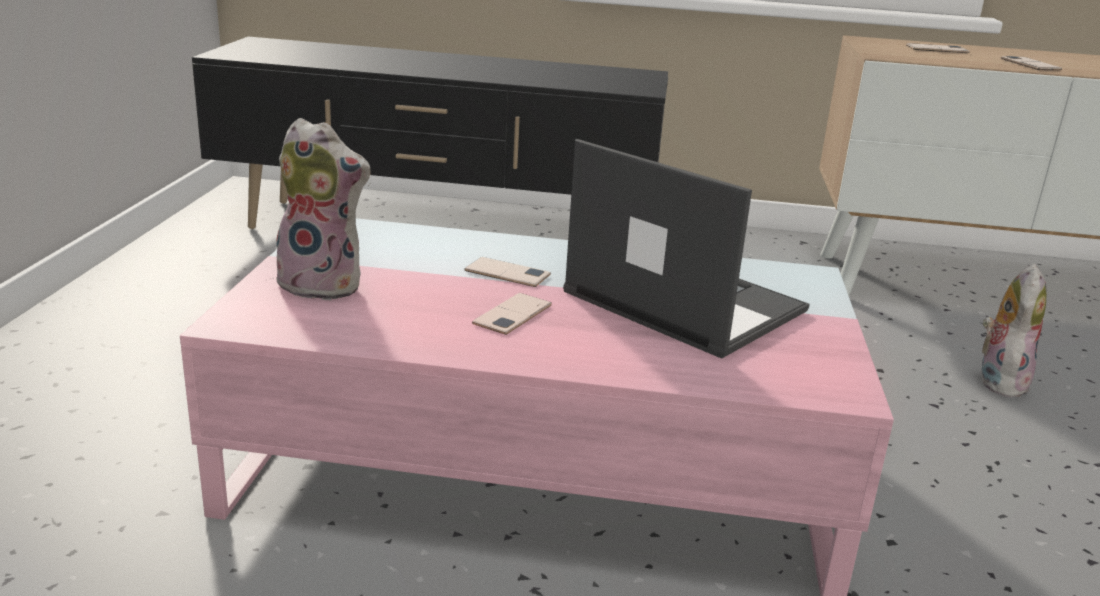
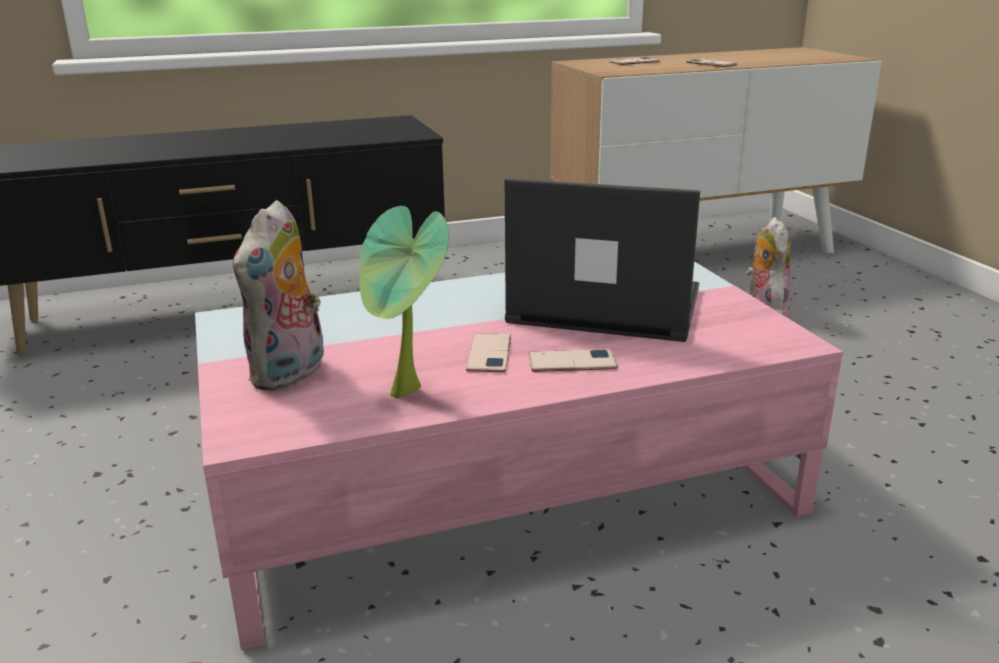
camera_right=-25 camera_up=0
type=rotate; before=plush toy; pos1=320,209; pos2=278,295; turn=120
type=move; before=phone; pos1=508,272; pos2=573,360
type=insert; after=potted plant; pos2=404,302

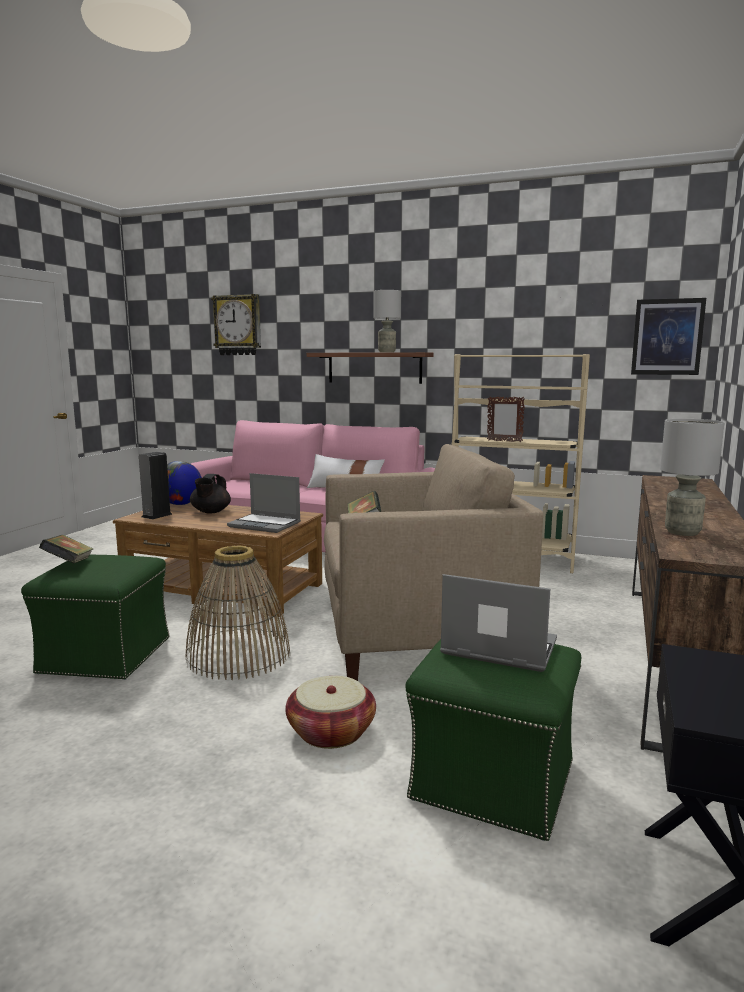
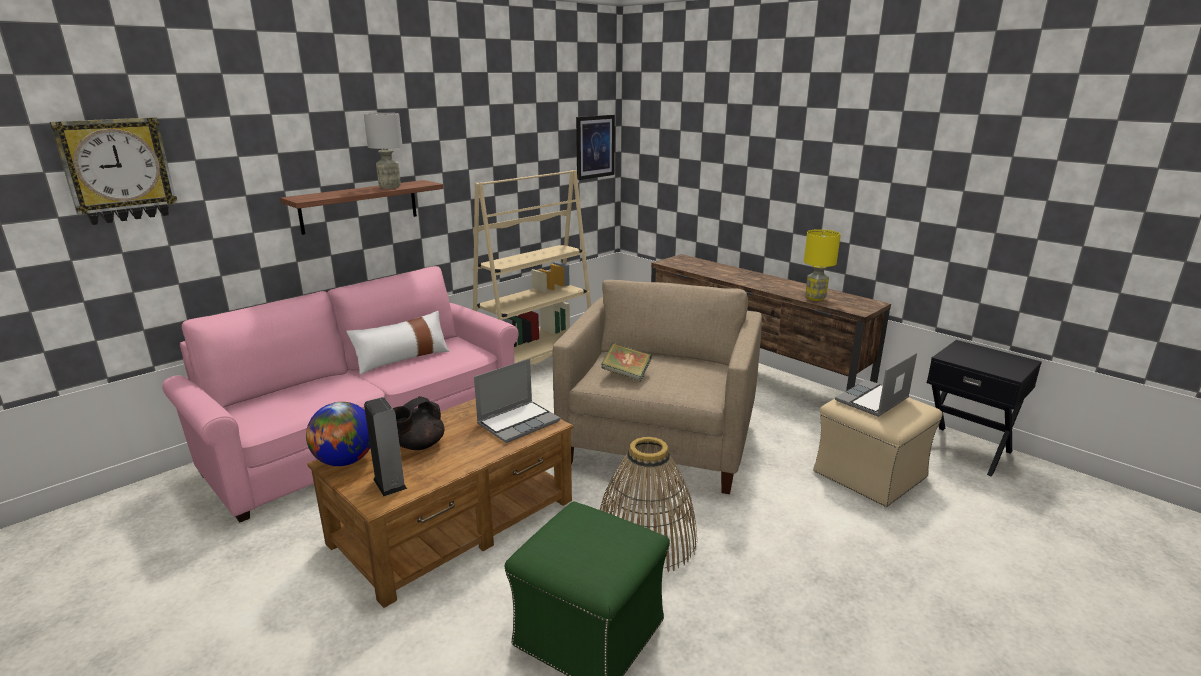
camera_right=-65 camera_up=10
type=delete; before=book; pos1=66,549
type=rotate; before=black teapot; pos1=210,493; pos2=418,423; turn=90
type=delete; before=basket; pos1=330,712
type=recolor; before=green ottoman; after=beige ottoman; pos1=493,740; pos2=877,452
type=delete; before=picture frame; pos1=506,419
type=recolor; before=grey table lamp; after=yellow table lamp; pos1=692,477; pos2=822,265

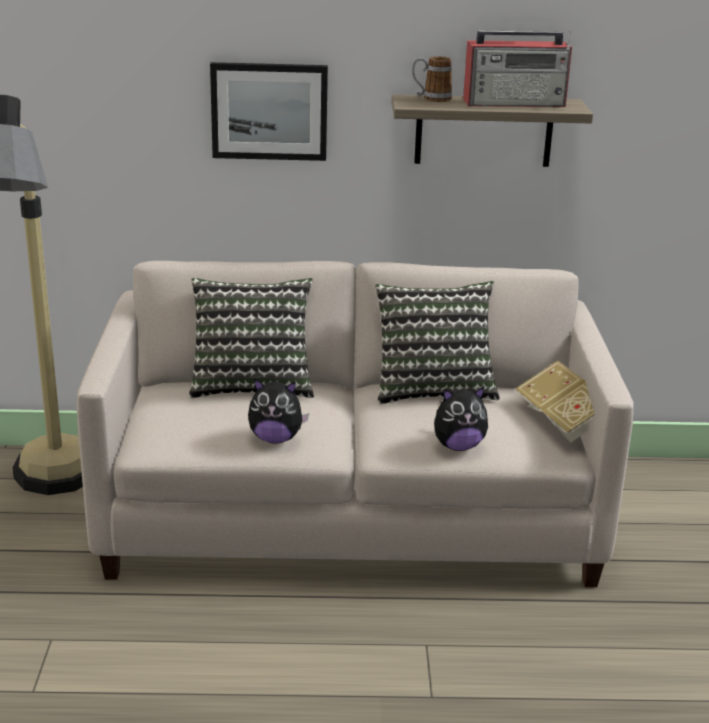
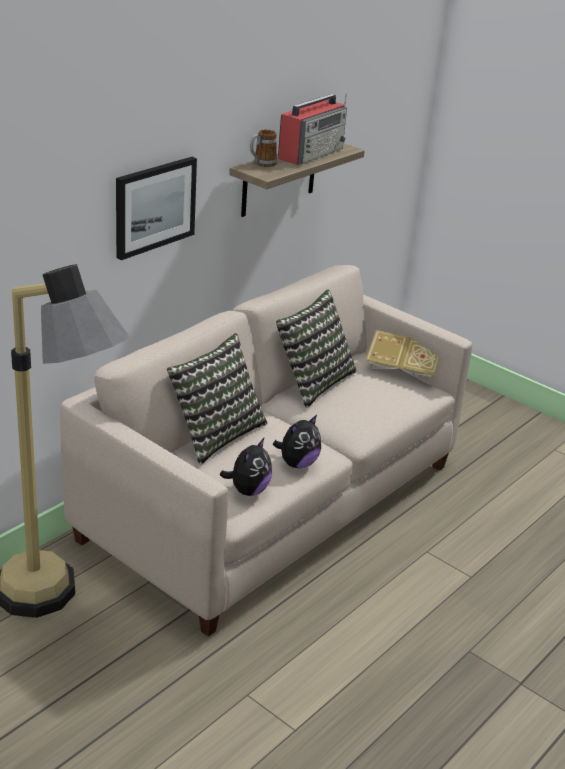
camera_right=-50 camera_up=5
type=move; before=plush toy; pos1=461,419; pos2=246,467

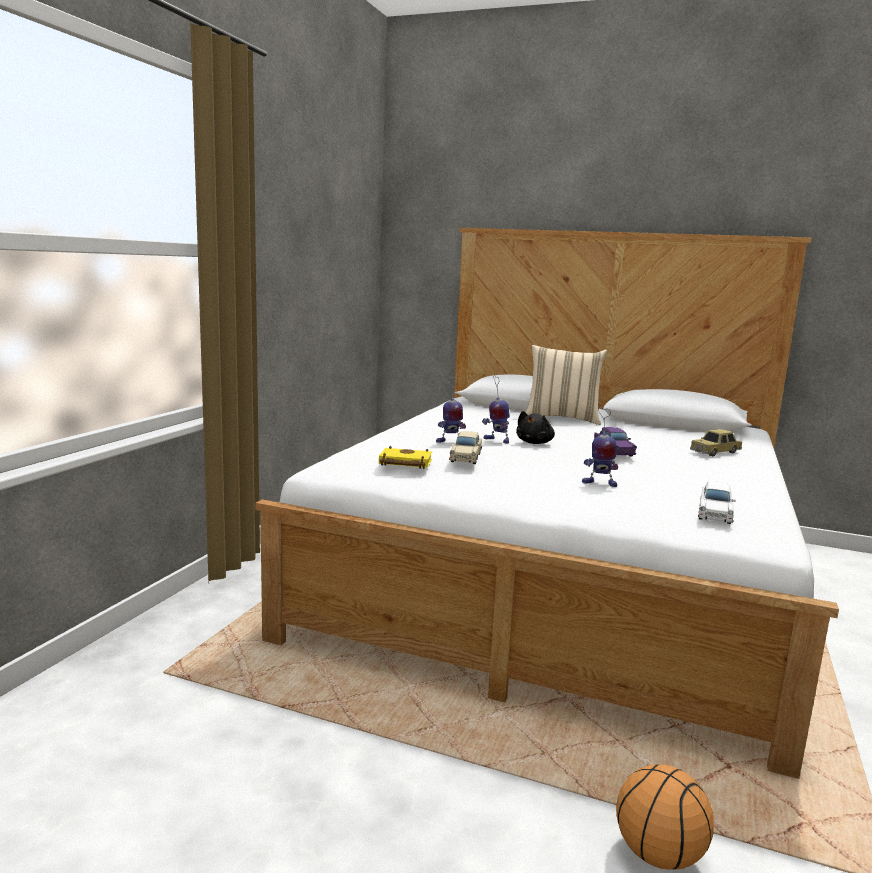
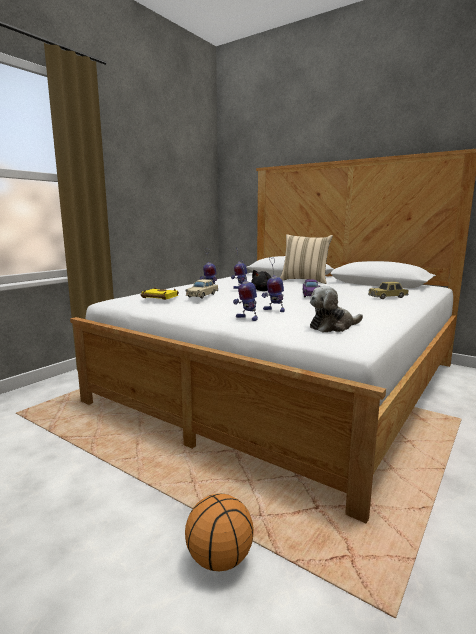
camera_right=15 camera_up=0
type=replace; before=white toy car; after=plush toy; pos1=716,502; pos2=336,309
type=insert; after=toy robot; pos2=245,290

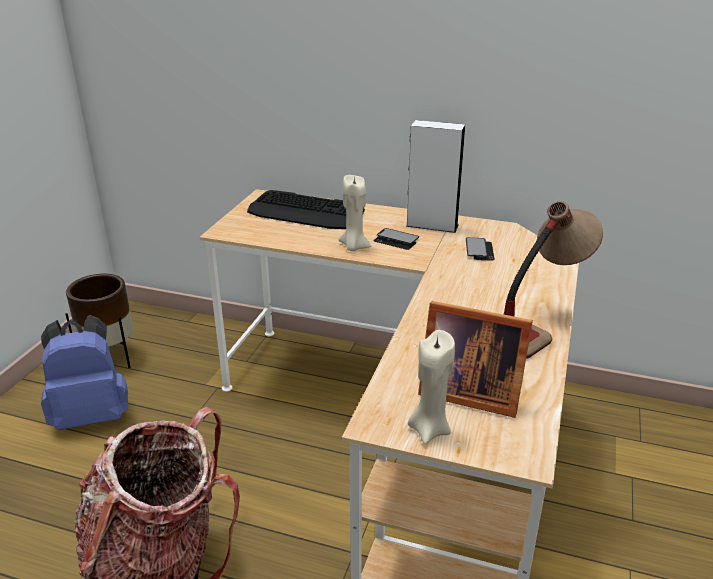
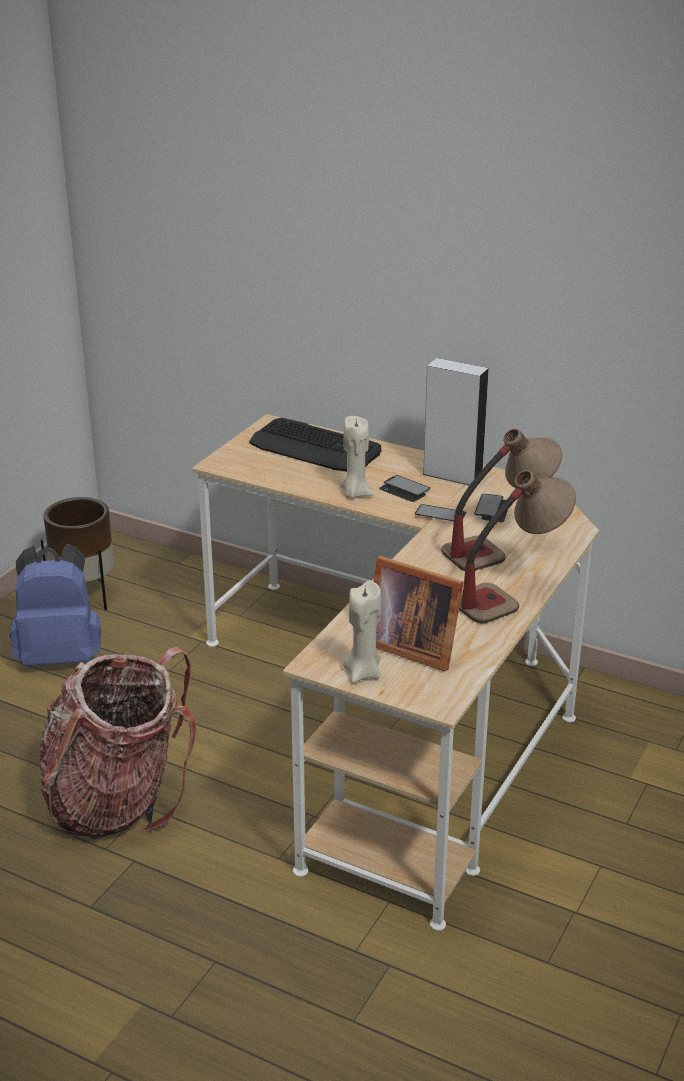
camera_right=10 camera_up=0
type=insert; after=phone; pos2=440,512
type=insert; after=table lamp; pos2=501,500

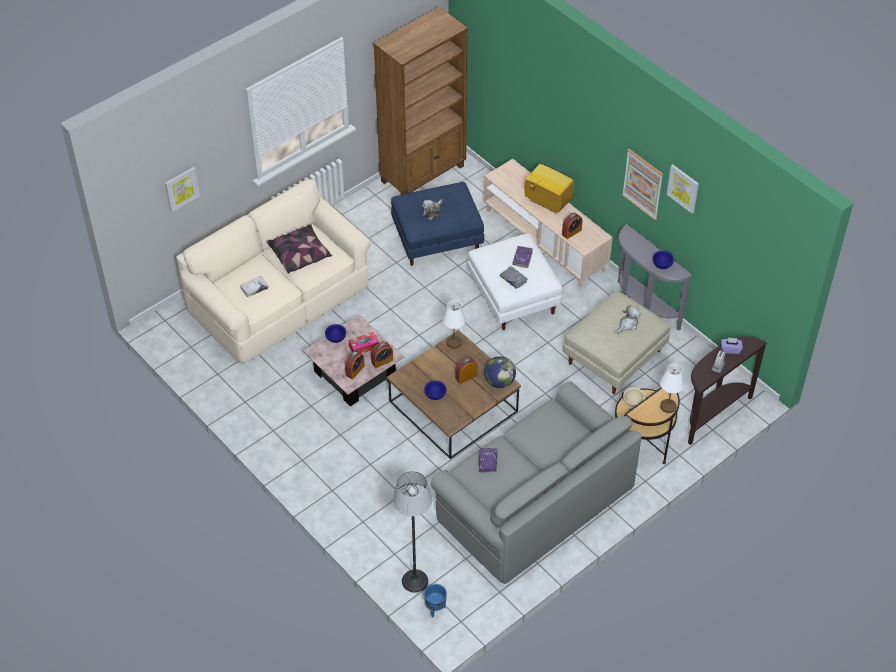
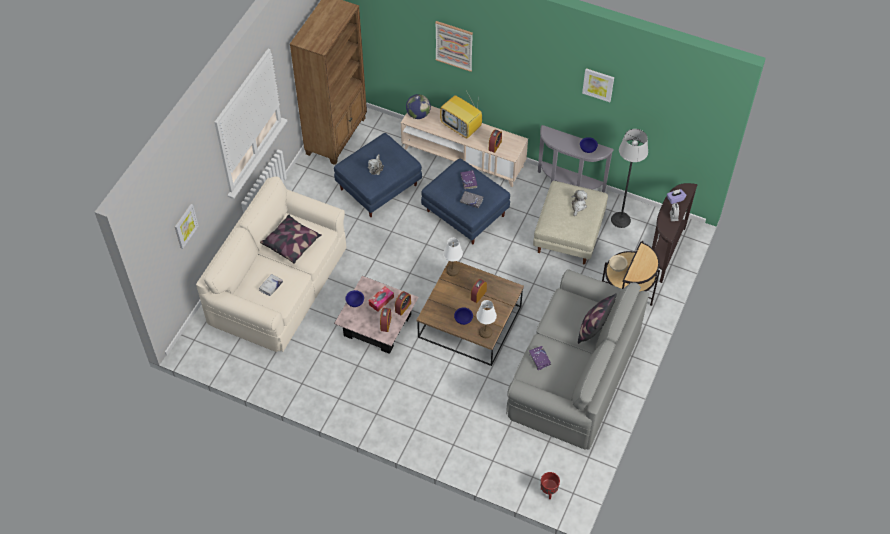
camera_right=-25 camera_up=5
type=move; before=floor lamp; pos1=412,532; pos2=629,178
type=recolor; before=blue planter; after=red planter; pos1=435,601; pos2=550,485
type=recolor; before=white ottoman; after=blue ottoman; pos1=515,282; pos2=465,201
type=move; before=globe; pos1=500,372; pos2=418,106
type=rotate; before=television; pos1=549,188; pos2=461,115; turn=-150
type=move; before=picture; pos1=642,184; pos2=454,46
type=move; before=white table lamp; pos1=672,388; pos2=486,319
type=insert; after=pillow; pos2=597,318

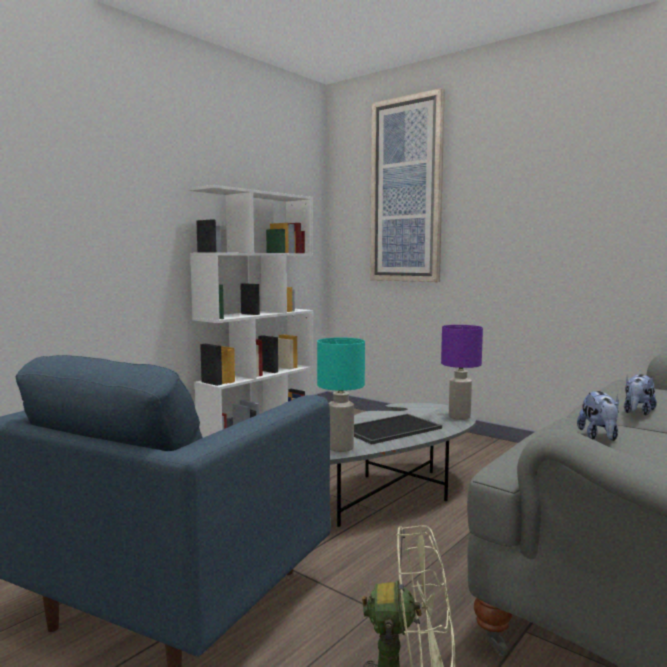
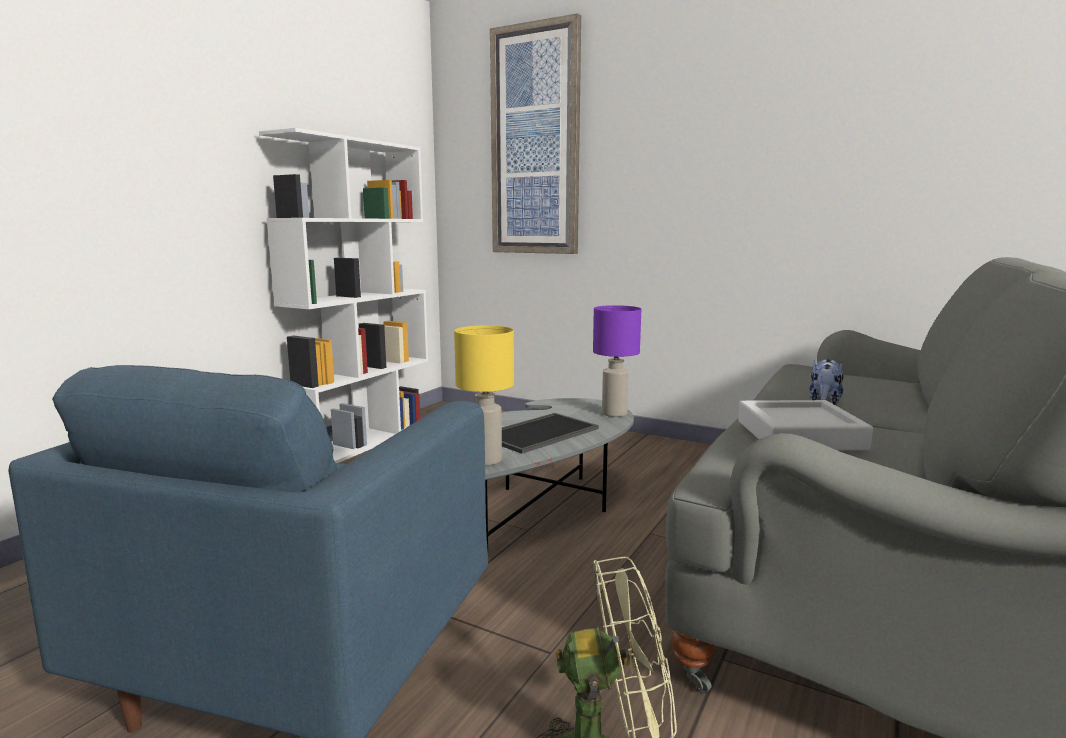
camera_right=-10 camera_up=5
type=recolor; before=turquoise table lamp; after=yellow table lamp; pos1=341,394; pos2=484,395
type=replace; before=plush toy; after=grey tray; pos1=598,416; pos2=805,425

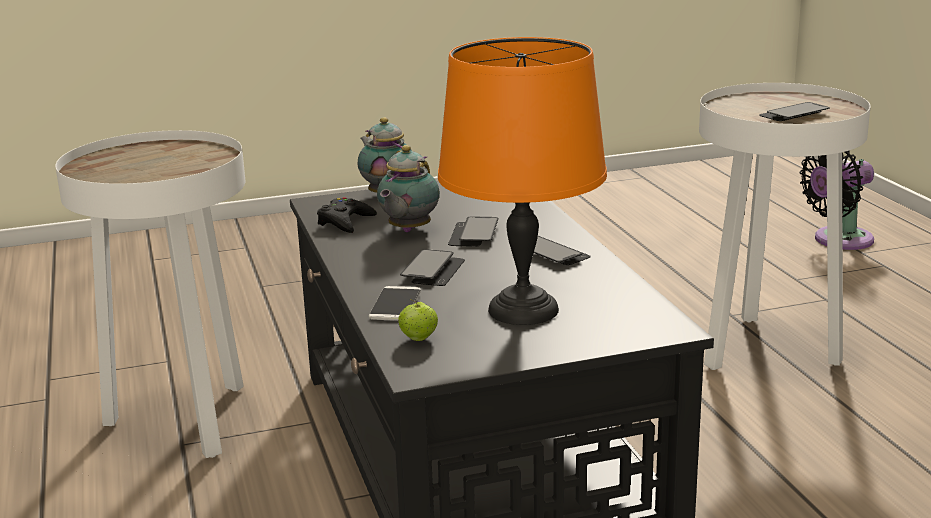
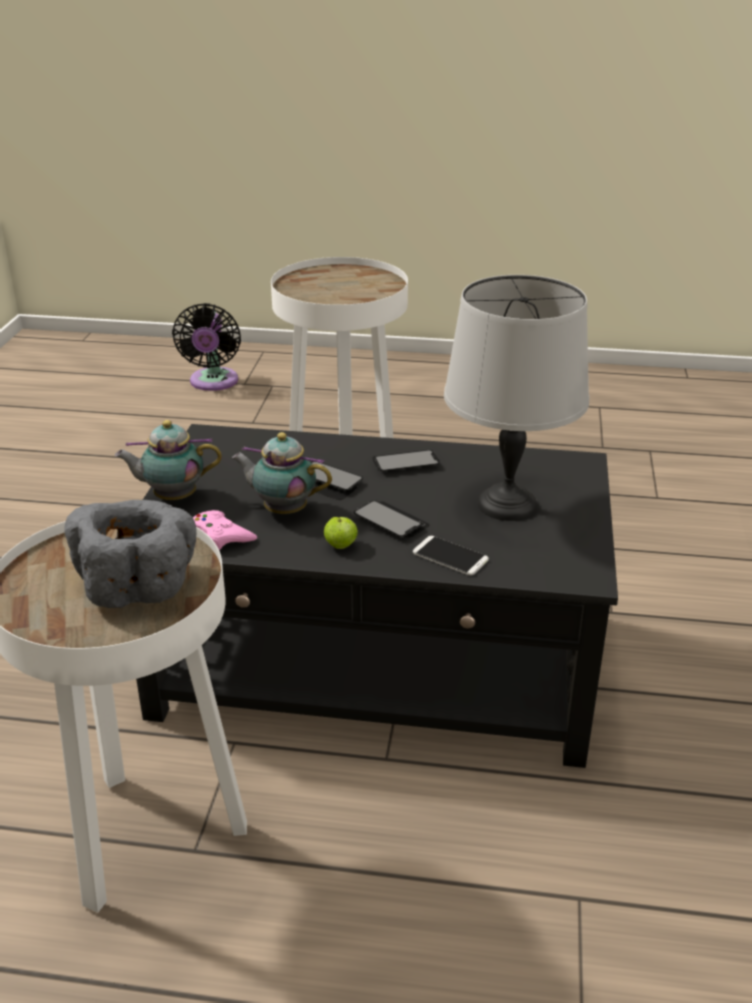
camera_right=-65 camera_up=10
type=recolor; before=black game controller; after=pink game controller; pos1=347,215; pos2=225,530
type=rotate; before=teapot; pos1=408,188; pos2=282,473; turn=150
type=move; before=apple; pos1=418,320; pos2=341,533
type=recolor; before=orange table lamp; after=grey table lamp; pos1=522,181; pos2=516,398
type=delete; before=phone; pos1=794,111
type=insert; after=grey bowl; pos2=130,554

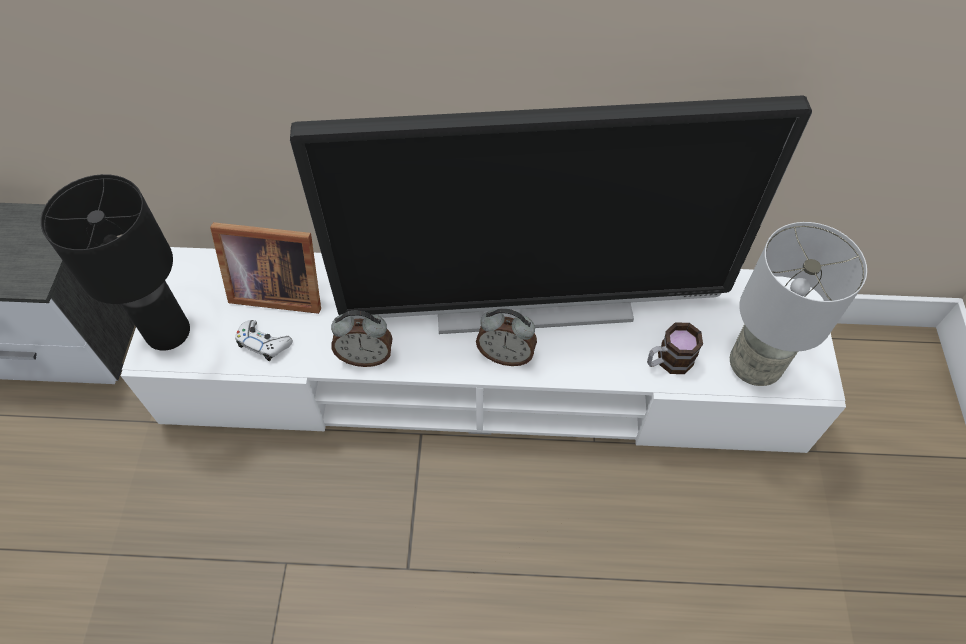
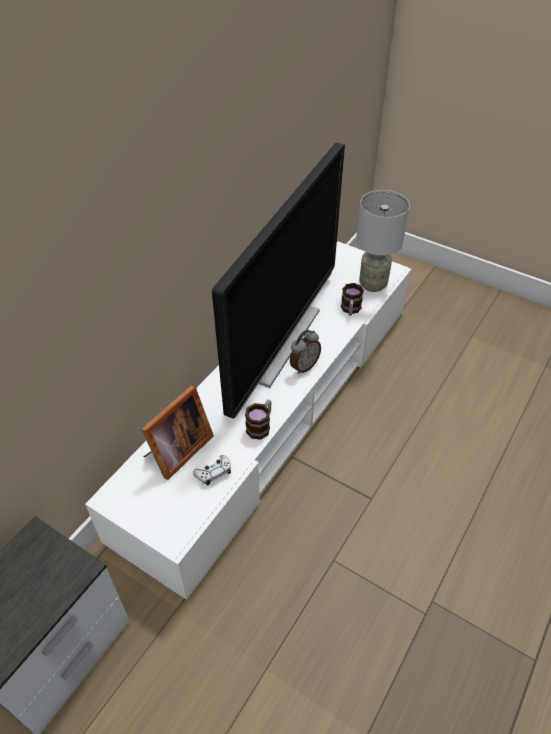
camera_right=-60 camera_up=-10
type=delete; before=black table lamp; pos1=115,262
type=replace; before=alarm clock; after=mug; pos1=361,338; pos2=258,420

